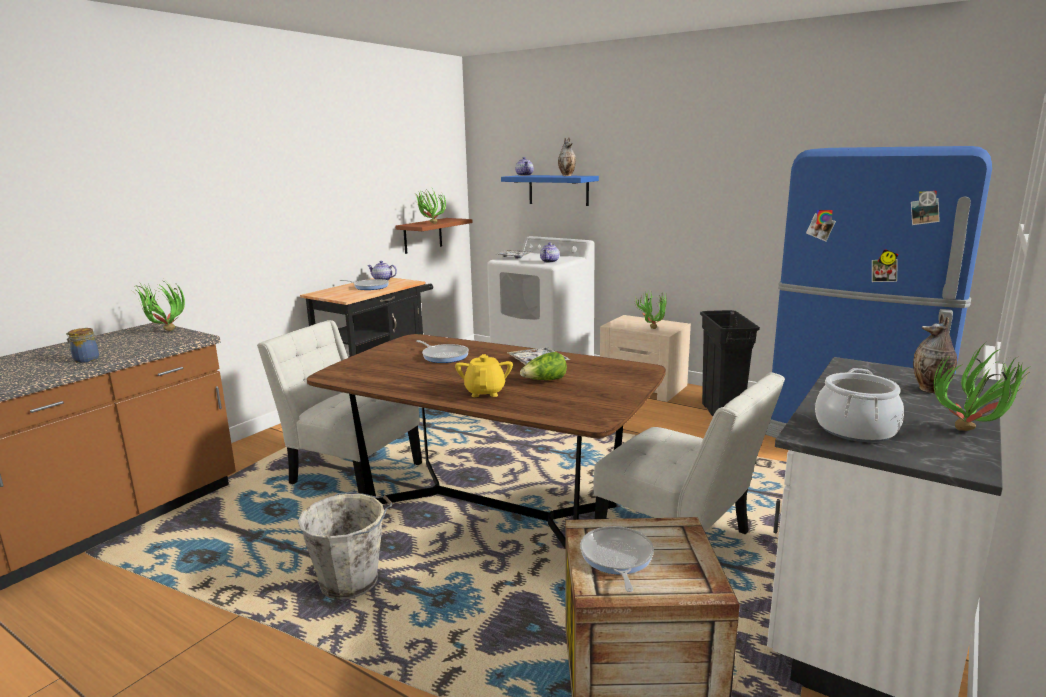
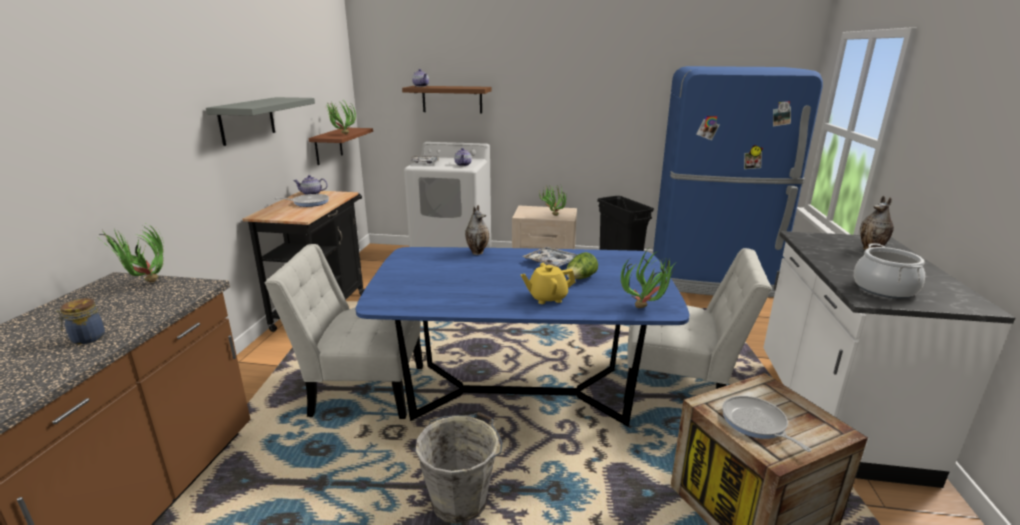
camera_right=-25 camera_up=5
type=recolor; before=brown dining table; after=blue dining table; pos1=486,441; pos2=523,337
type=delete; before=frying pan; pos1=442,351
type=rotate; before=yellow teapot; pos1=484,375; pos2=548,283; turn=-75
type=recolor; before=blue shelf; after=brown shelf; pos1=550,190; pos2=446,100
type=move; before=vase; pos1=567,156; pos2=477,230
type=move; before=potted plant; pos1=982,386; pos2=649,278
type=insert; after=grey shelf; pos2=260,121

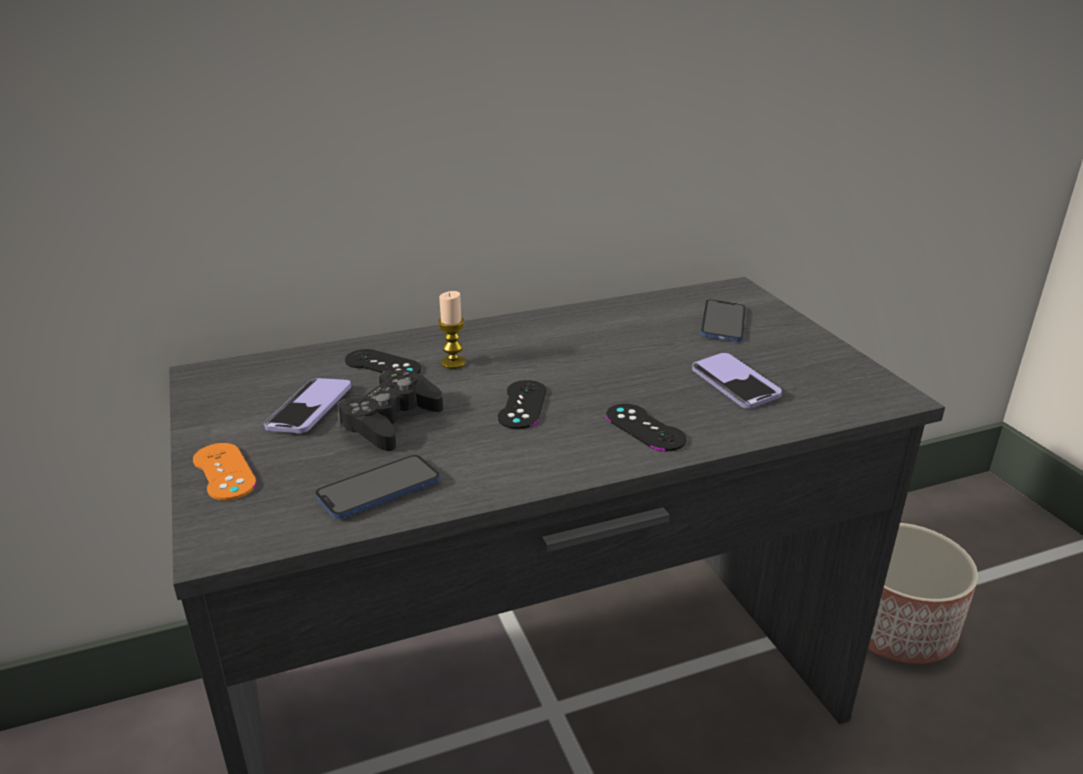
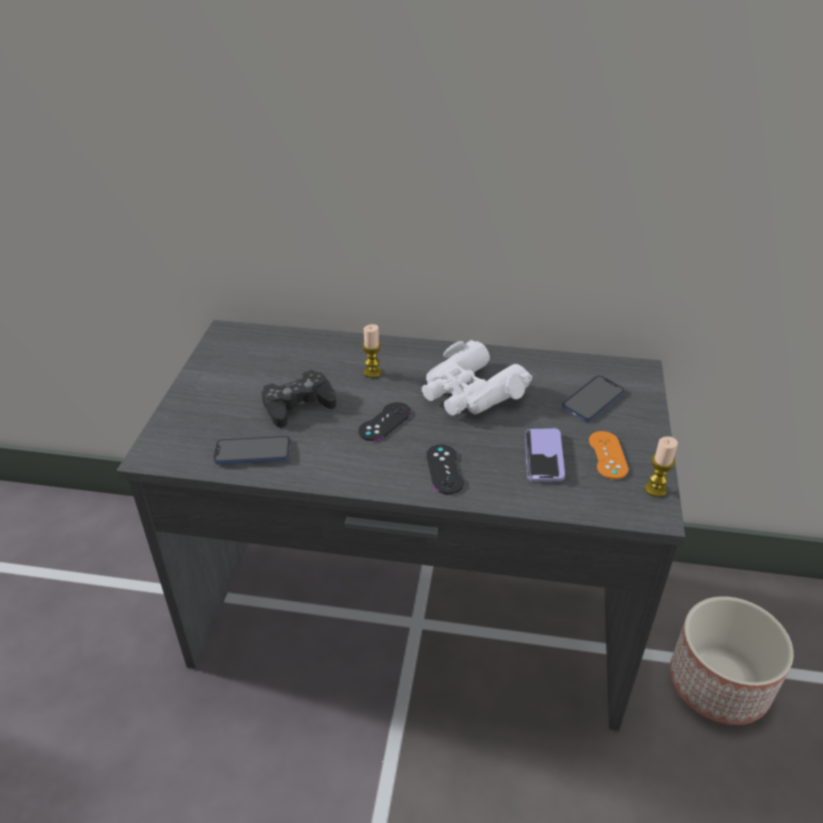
camera_right=30 camera_up=10
type=move; before=orange game controller; pos1=225,472; pos2=609,455
type=delete; before=phone; pos1=307,405
type=delete; before=black game controller; pos1=383,361
type=insert; after=white binoculars; pos2=477,377
type=insert; after=candle; pos2=661,466

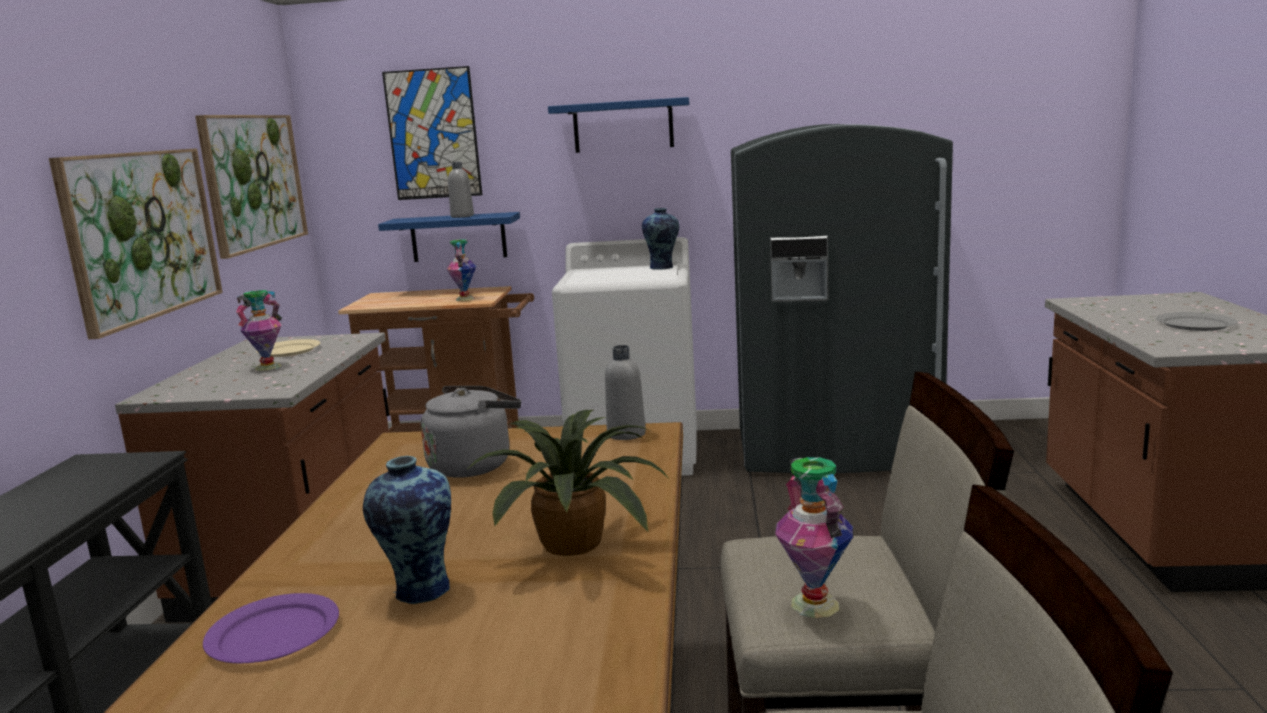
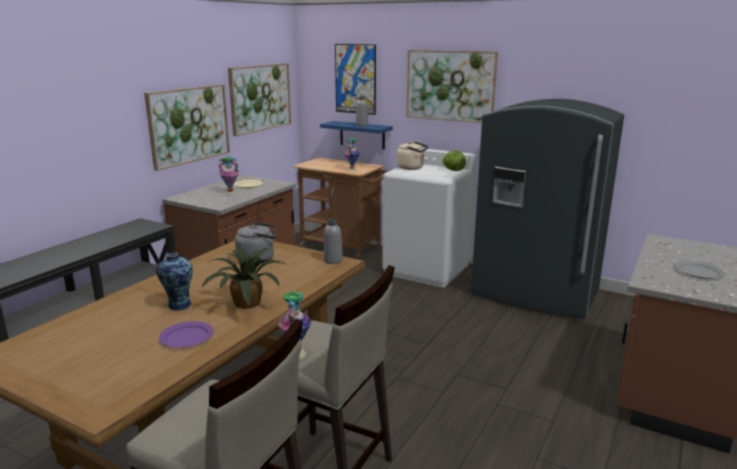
camera_right=25 camera_up=5
type=move; before=purple plate; pos1=271,628; pos2=186,334
type=replace; before=blue shelf; after=picture; pos1=619,125; pos2=452,86
type=replace; before=vase; after=lettuce; pos1=660,239; pos2=454,160
type=insert; after=beige kettle; pos2=413,156

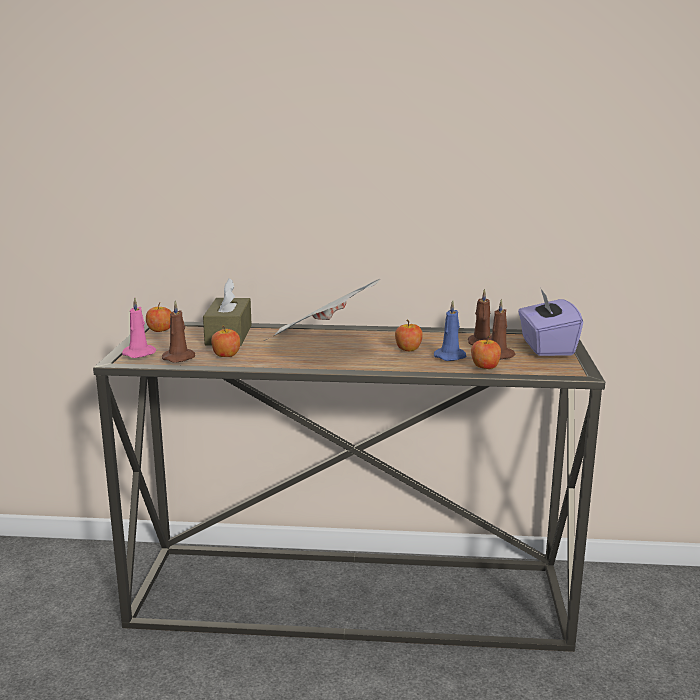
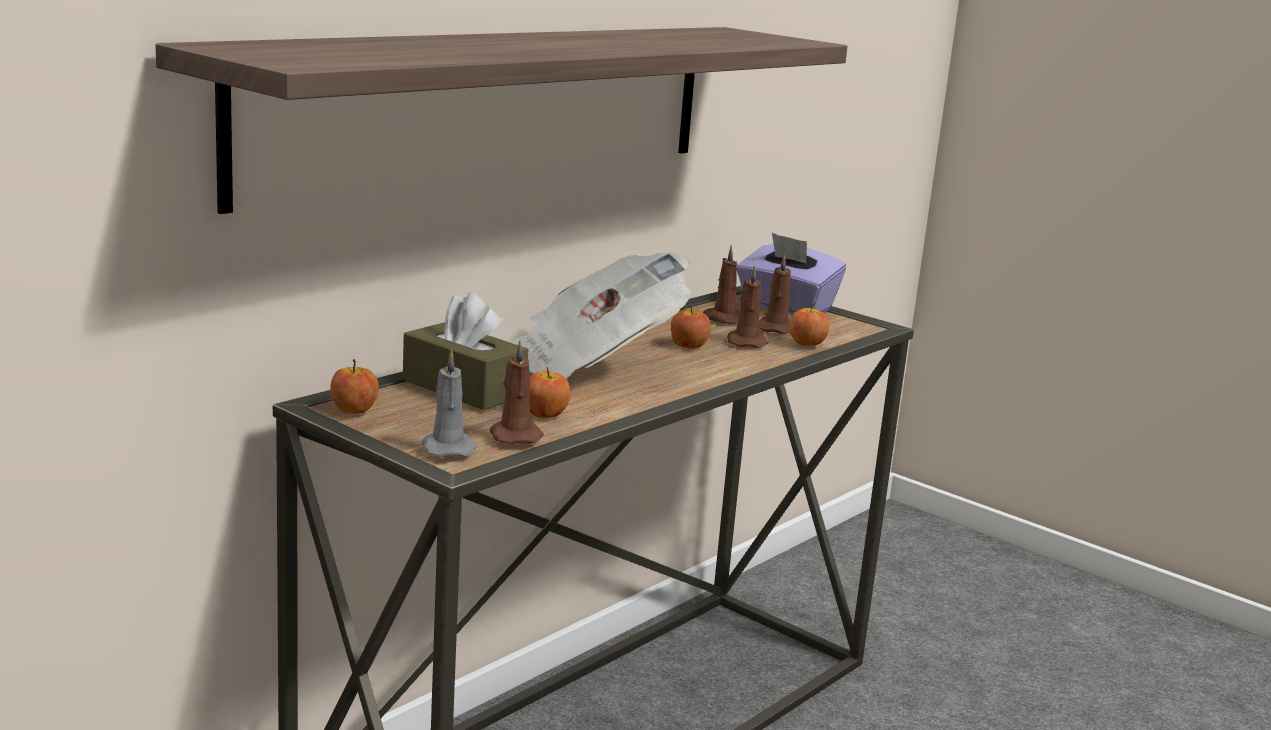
camera_right=-55 camera_up=0
type=recolor; before=pink candle; after=grey candle; pos1=139,327; pos2=449,403
type=recolor; before=blue candle; after=brown candle; pos1=450,330; pos2=747,306
type=insert; after=shelf; pos2=501,120

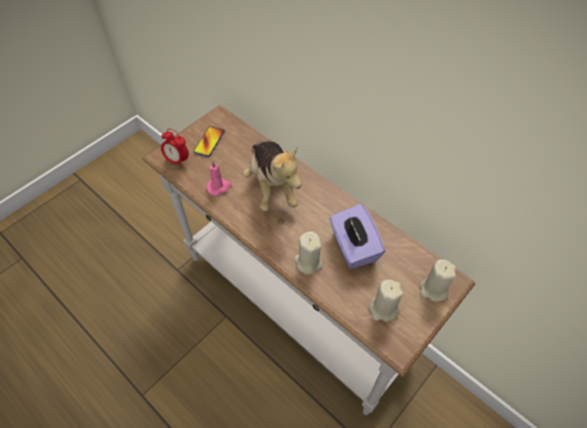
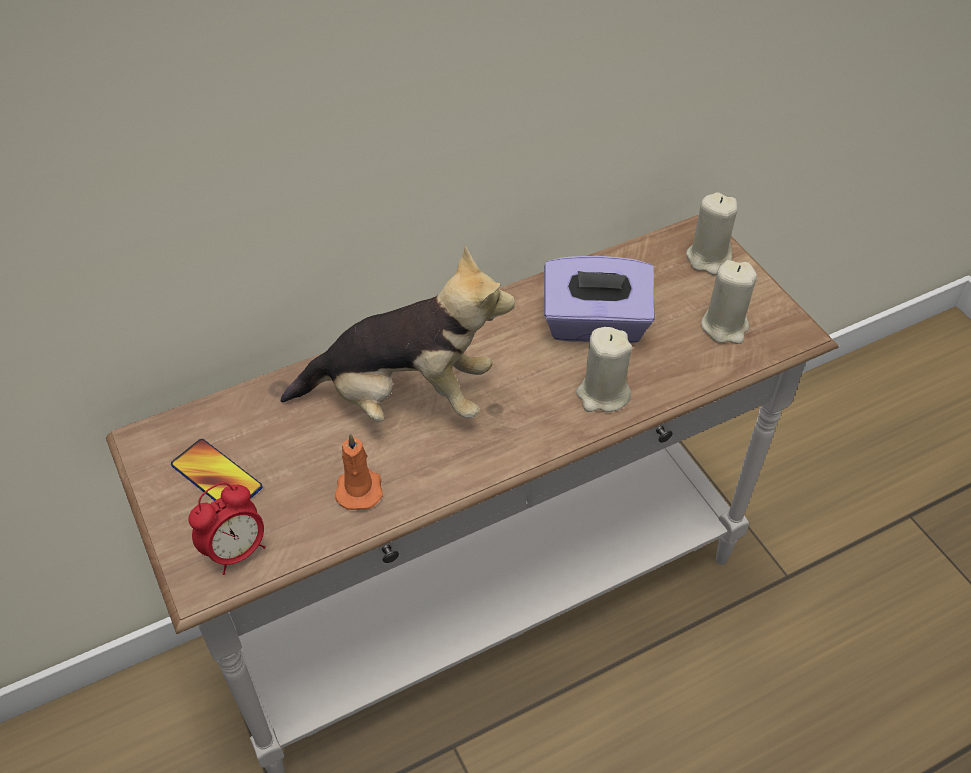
camera_right=-70 camera_up=-5
type=recolor; before=pink candle; after=orange candle; pos1=219,178; pos2=359,471

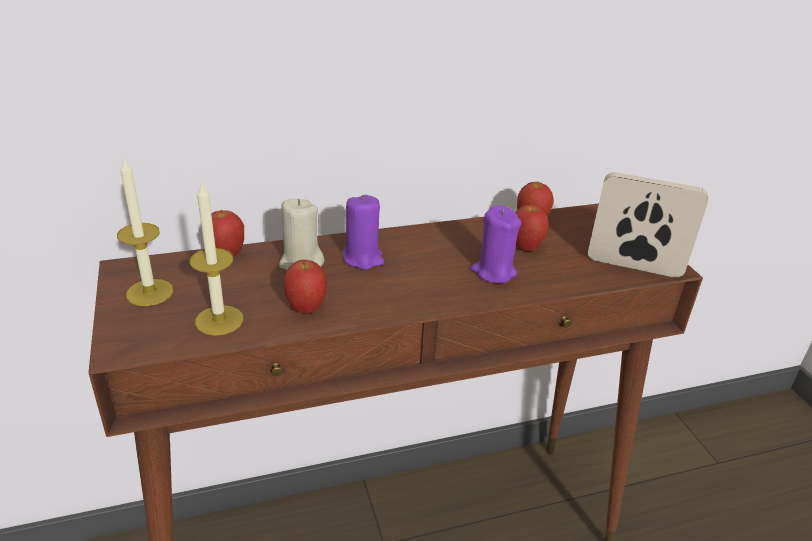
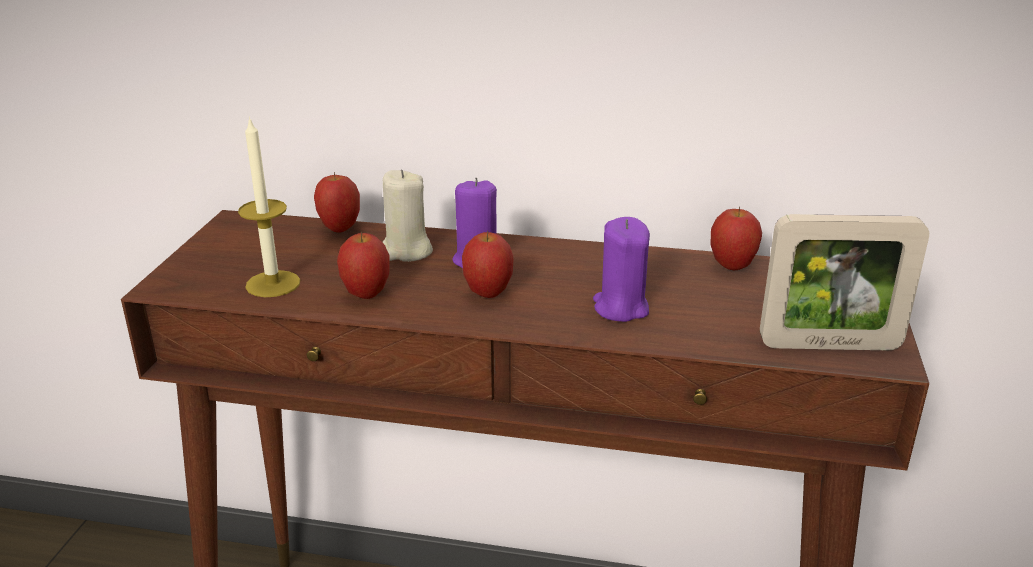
camera_right=30 camera_up=-5
type=delete; before=candle; pos1=145,231
type=move; before=apple; pos1=532,227; pos2=487,264
type=rotate; before=picture frame; pos1=648,224; pos2=844,282; turn=135

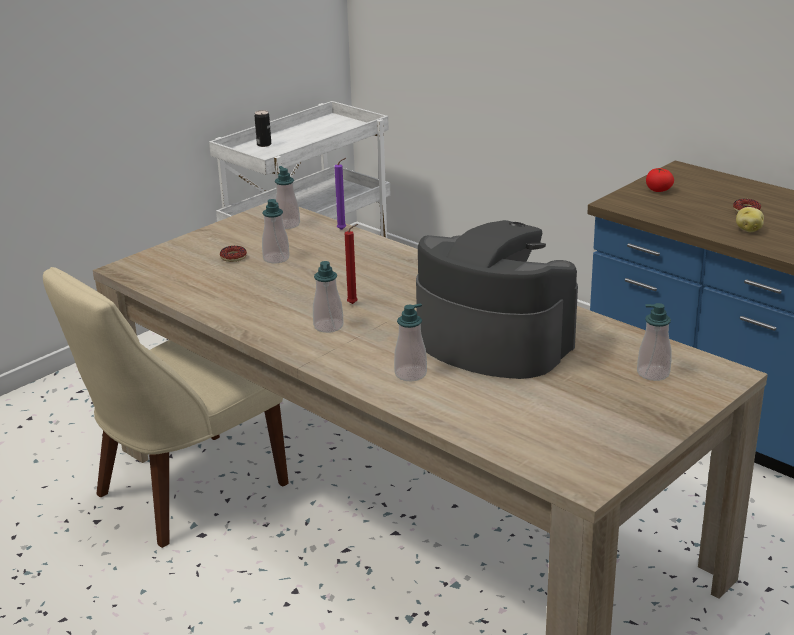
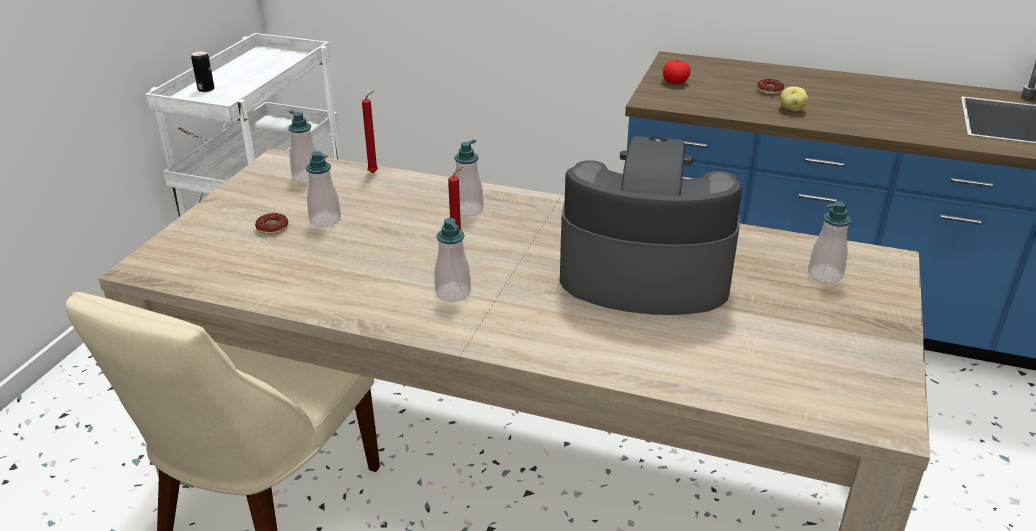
camera_right=-25 camera_up=5
type=recolor; before=purple candle; after=red candle; pos1=340,194; pos2=370,132
type=move; before=soap dispenser; pos1=410,342; pos2=469,178

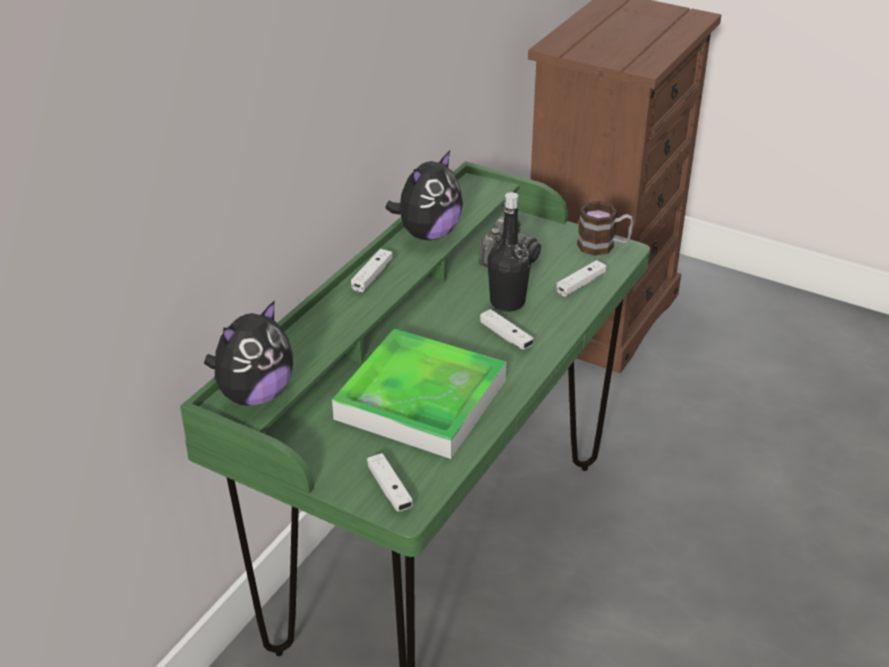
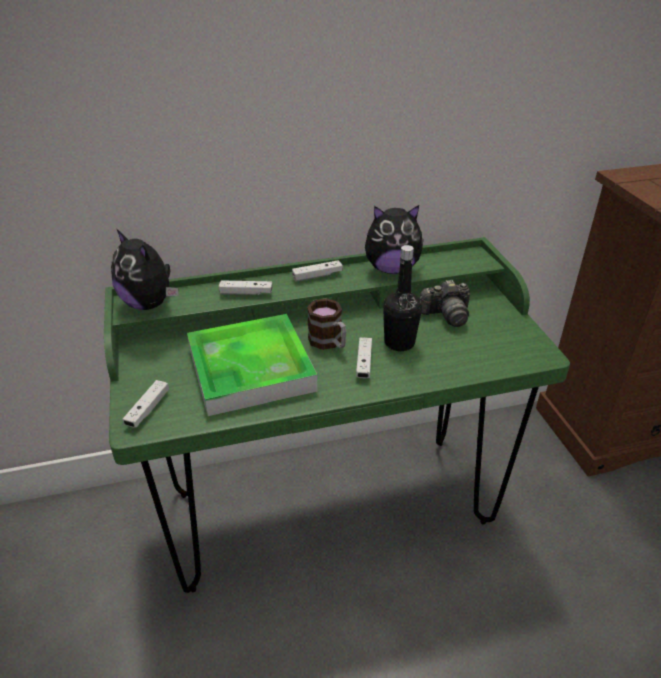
camera_right=45 camera_up=0
type=rotate; before=plush toy; pos1=248,353; pos2=145,269; turn=45
type=move; before=white game controller; pos1=581,278; pos2=246,287
type=move; before=mug; pos1=605,228; pos2=327,324

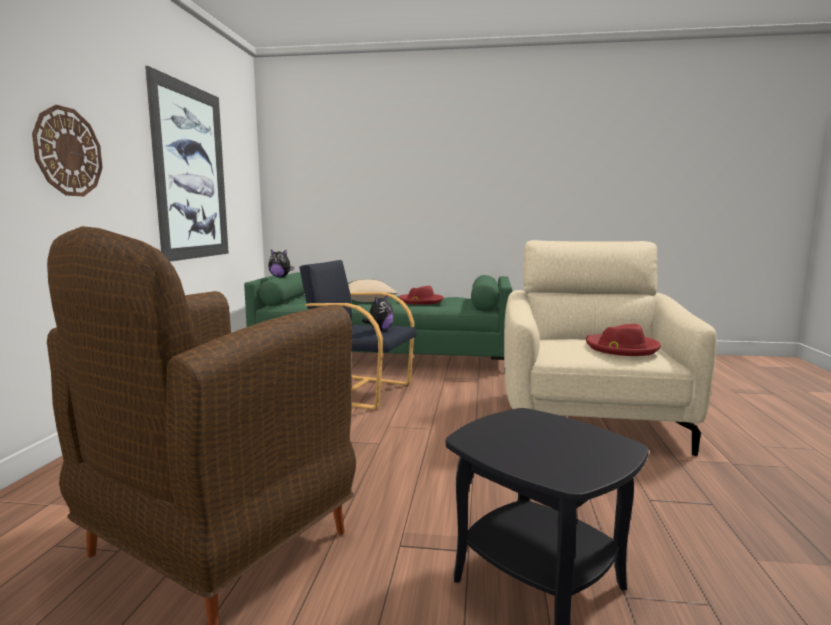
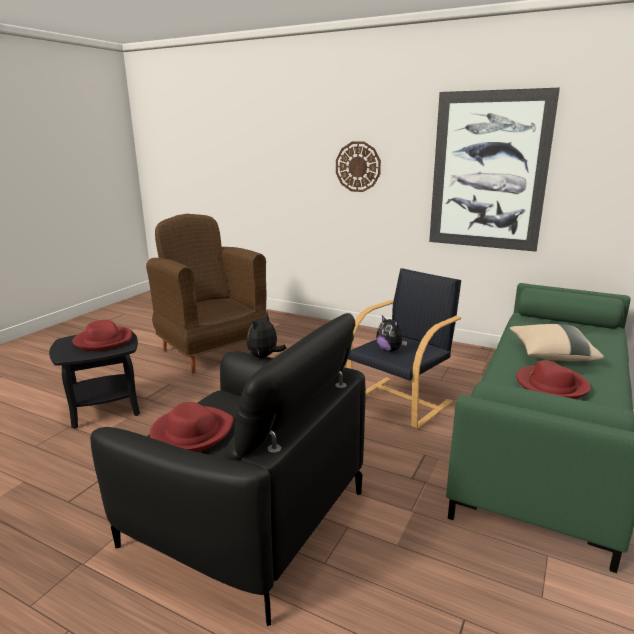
camera_right=110 camera_up=10
type=move; before=plush toy; pos1=281,263; pos2=266,335
type=recolor; before=beige armchair; after=black armchair; pos1=610,348; pos2=228,469
type=insert; after=red hat; pos2=102,335

